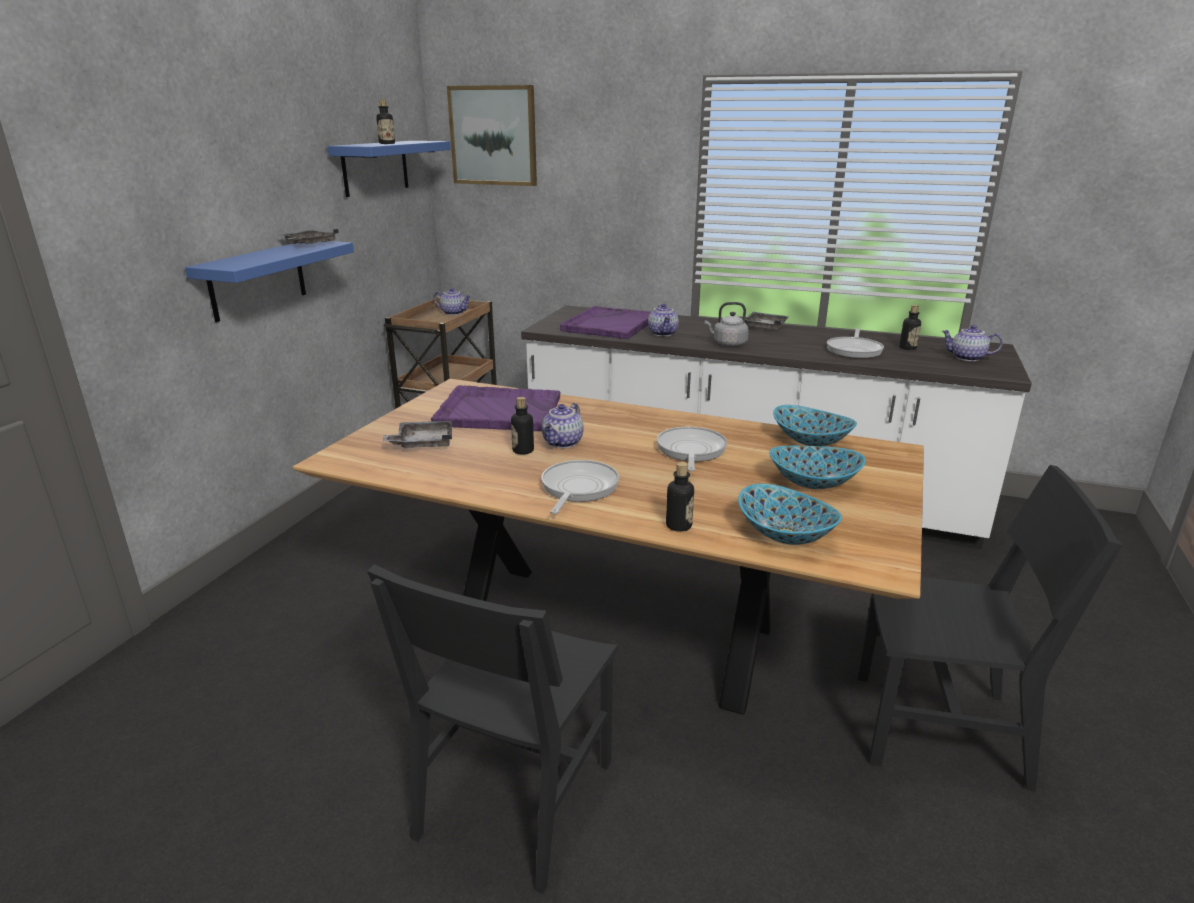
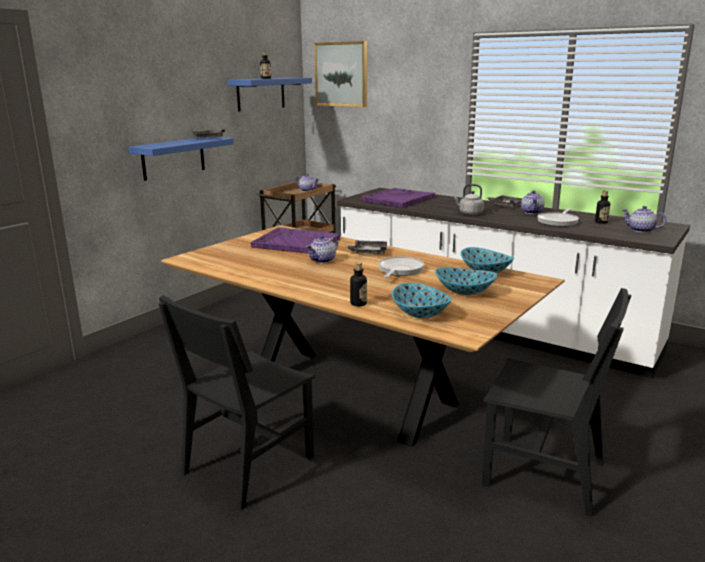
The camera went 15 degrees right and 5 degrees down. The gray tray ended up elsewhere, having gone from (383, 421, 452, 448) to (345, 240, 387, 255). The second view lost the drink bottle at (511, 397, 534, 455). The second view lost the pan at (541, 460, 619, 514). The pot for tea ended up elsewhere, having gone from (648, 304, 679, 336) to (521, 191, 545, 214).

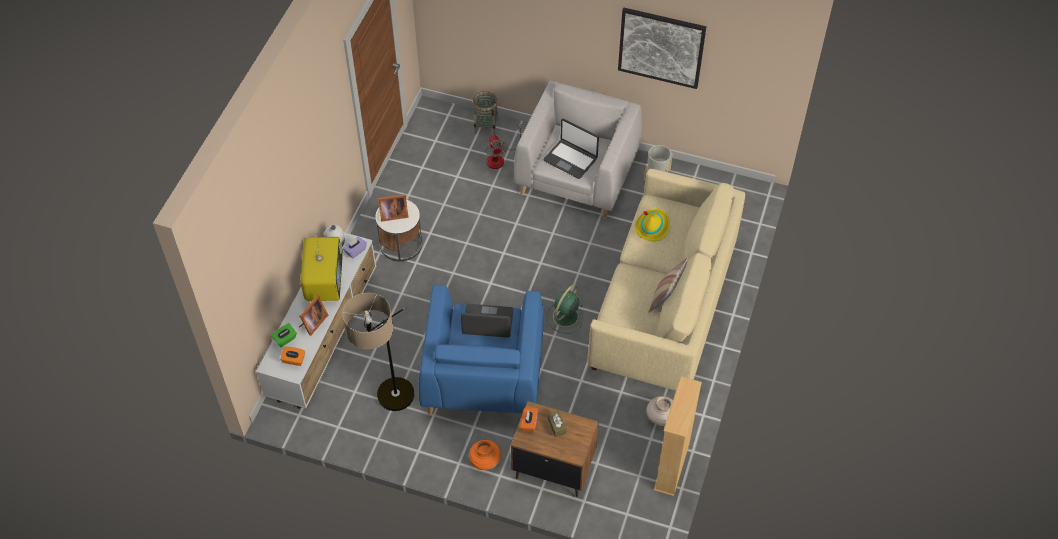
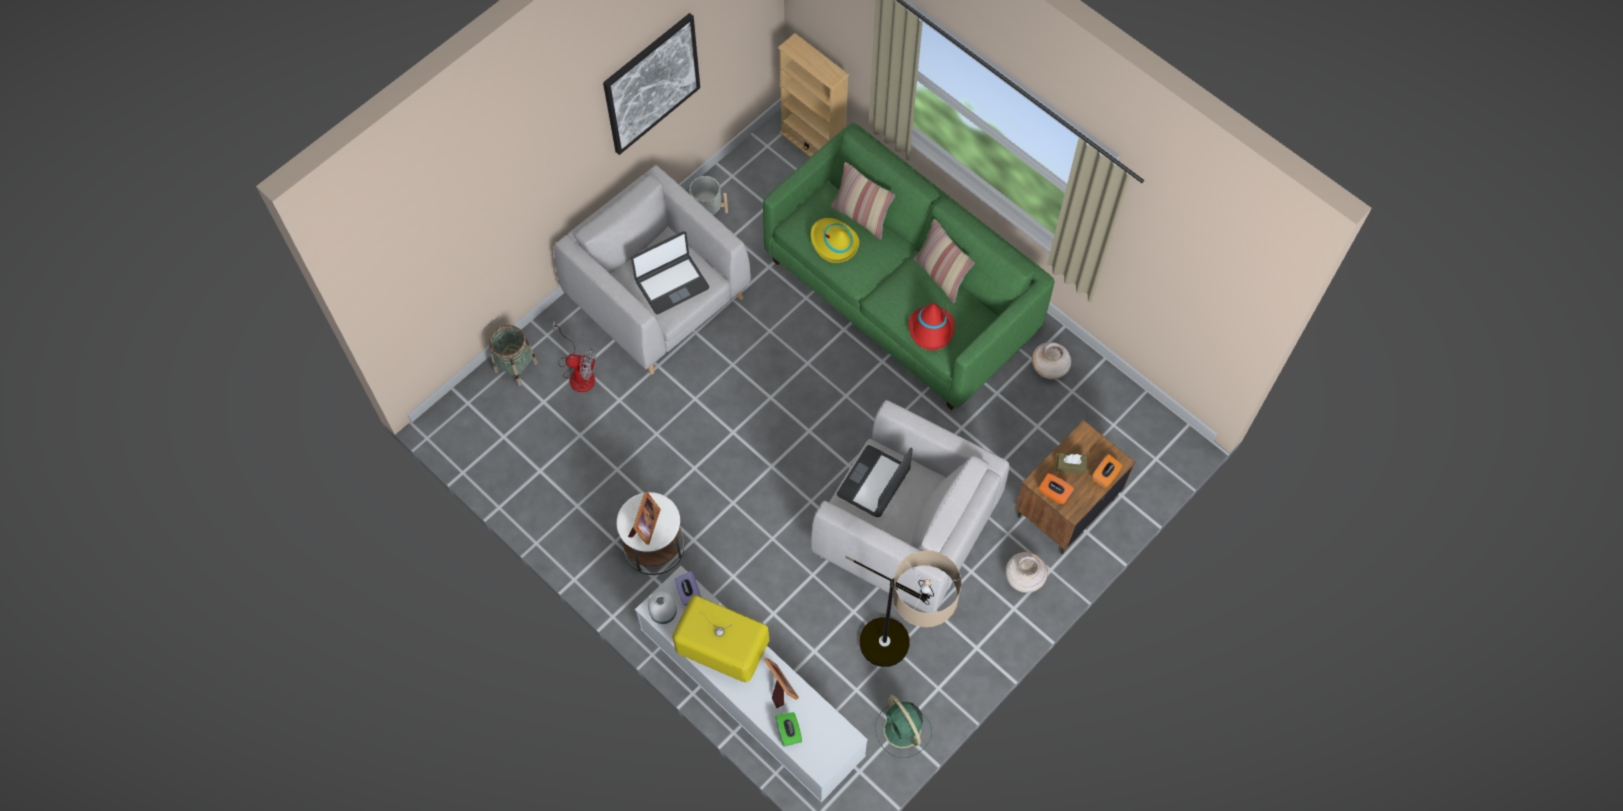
The camera went 65 degrees left and 10 degrees up. The orangey box of tissues ended up elsewhere, having gone from (280, 347, 305, 366) to (1092, 454, 1122, 488). What was the blue armchair at (418, 285, 544, 415) turned into the gray armchair at (811, 400, 1010, 613). What was the orangey vase at (469, 440, 501, 470) turned into the sand-coloured vase at (1005, 552, 1048, 593). The green electric fan ended up elsewhere, having gone from (546, 285, 583, 334) to (875, 695, 932, 758). What was the sand-coloured couch at (587, 169, 745, 391) turned into the green couch at (763, 123, 1054, 410). The sand-coloured shelving unit ended up elsewhere, having gone from (654, 376, 702, 496) to (778, 33, 849, 157). The second view gained the throw pillow at (832, 162, 895, 240). The second view gained the red-coloured hat at (909, 303, 955, 350).

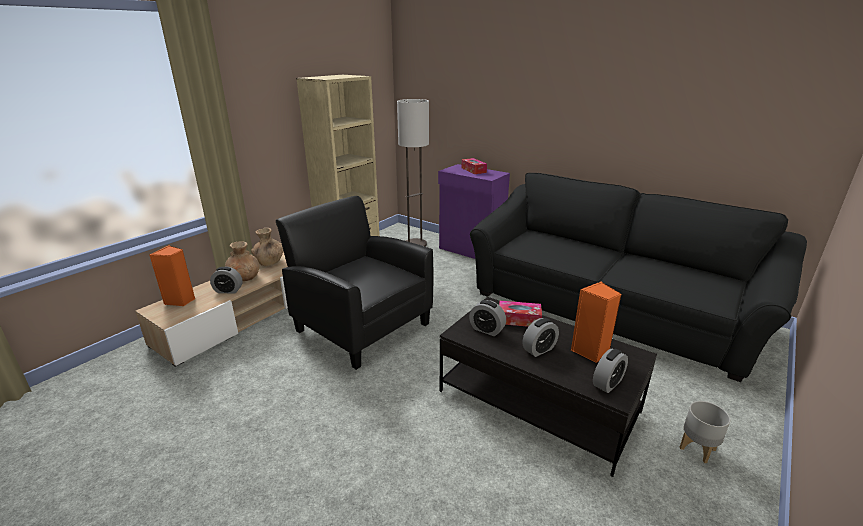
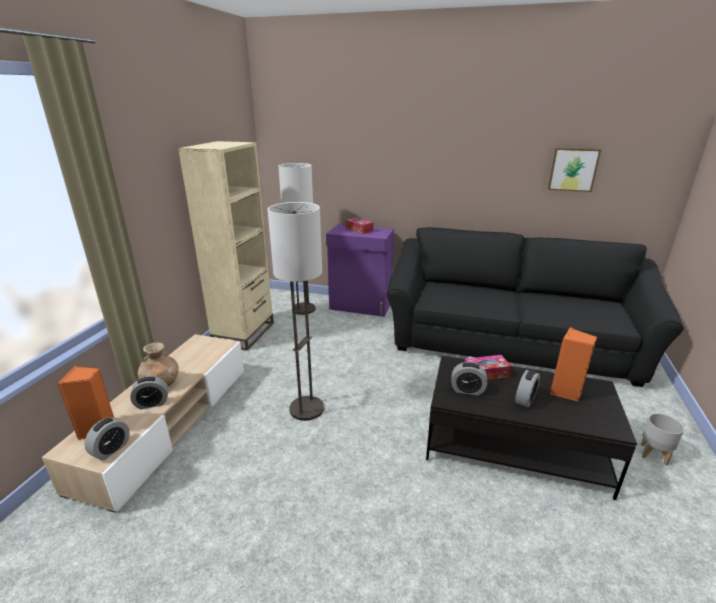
The camera went 20 degrees left and 0 degrees up. The second view lost the brown vase at (251, 228, 284, 266). Where the blackish armchair stood at (276, 196, 433, 370), the floor lamp came to stand at (268, 202, 324, 421). The alarm clock ended up elsewhere, having gone from (593, 349, 628, 393) to (84, 418, 130, 460). The second view gained the wall art at (548, 148, 601, 192).

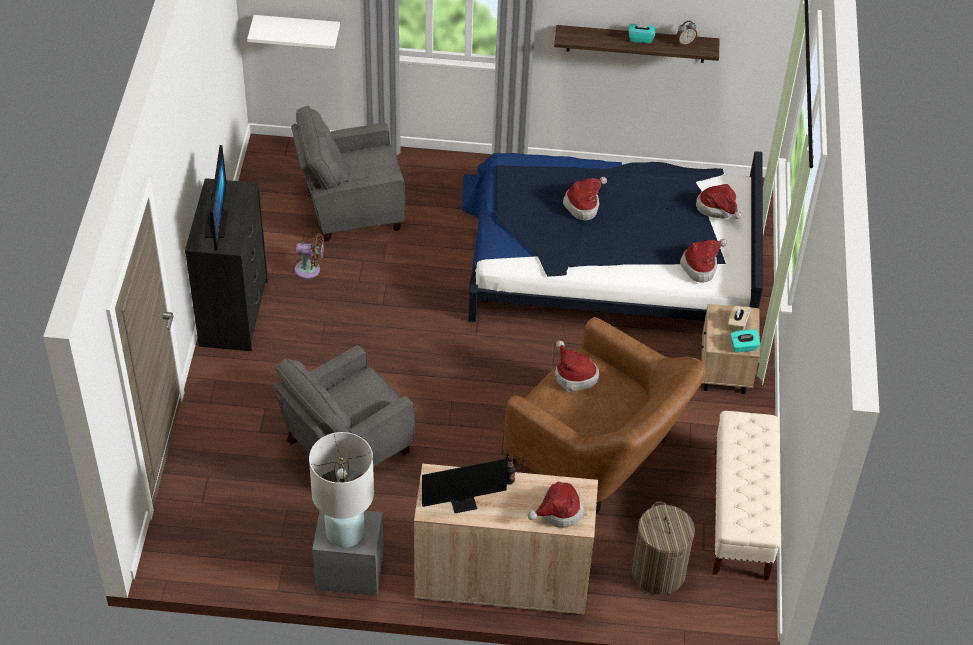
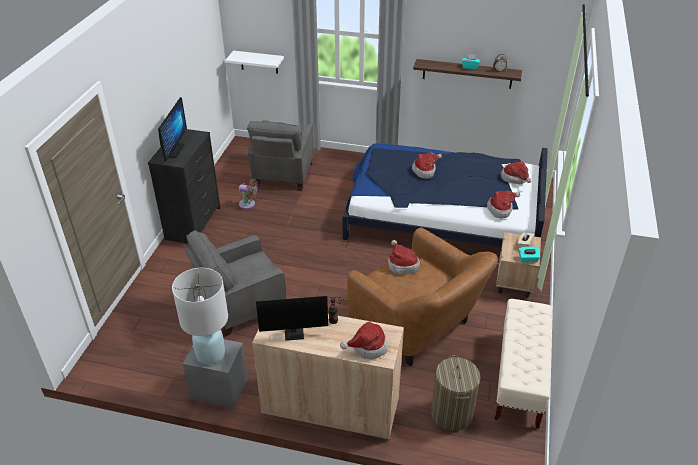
The camera went 10 degrees right and 10 degrees down. The gray armchair at (291, 106, 405, 242) ended up facing another way, 75 degrees counterclockwise from before.

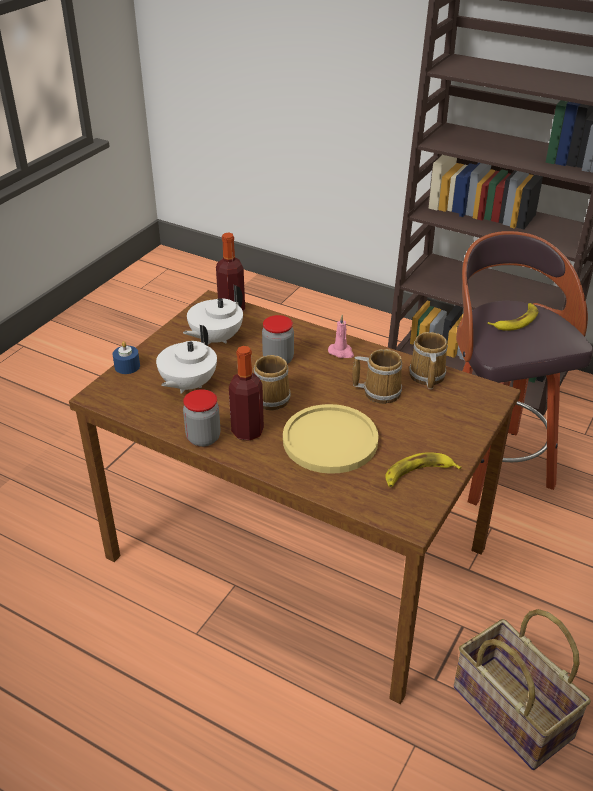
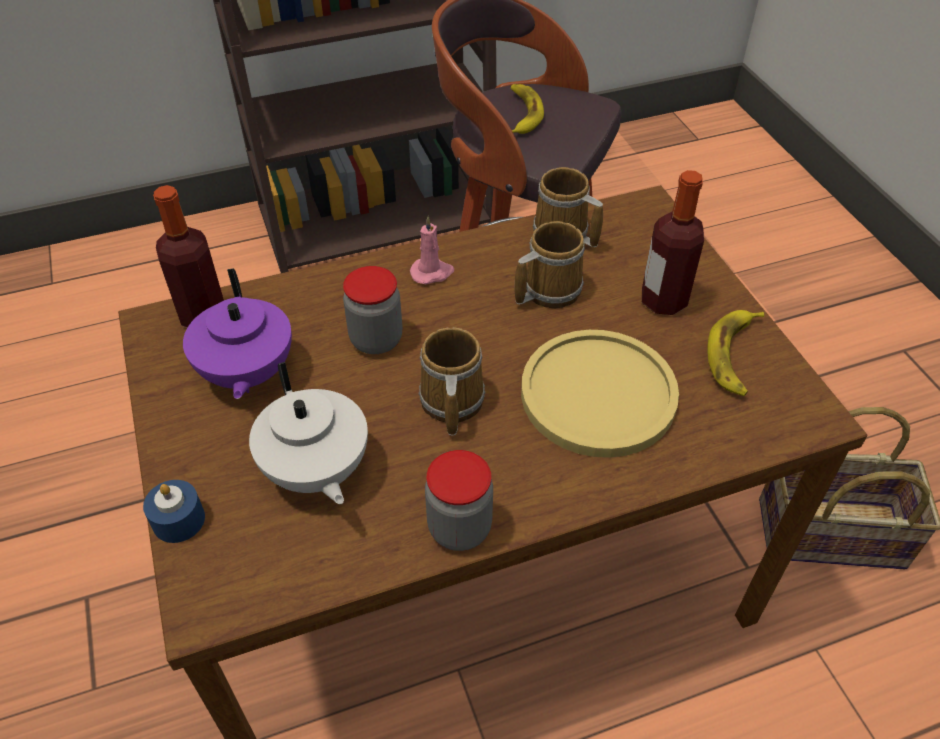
The camera went 50 degrees left and 10 degrees up. What was the whitish pot for tea at (183, 285, 243, 344) turned into the purple pot for tea at (183, 269, 292, 399). The drink bottle ended up elsewhere, having gone from (229, 346, 264, 441) to (642, 170, 704, 315).

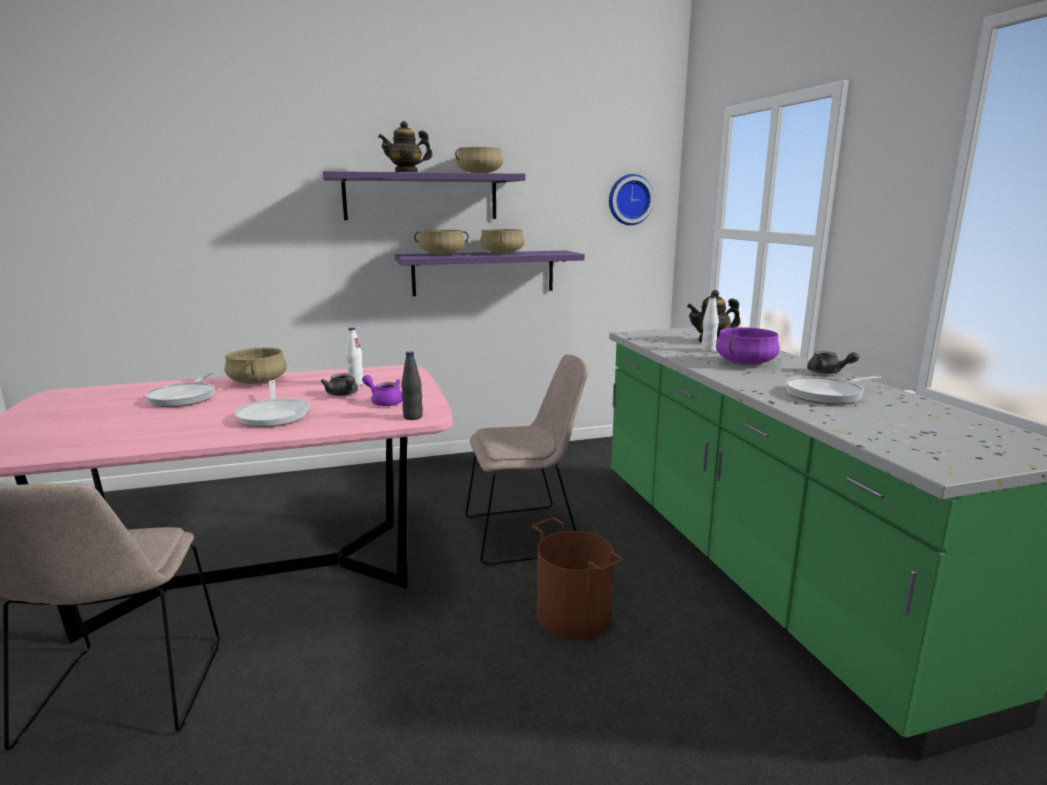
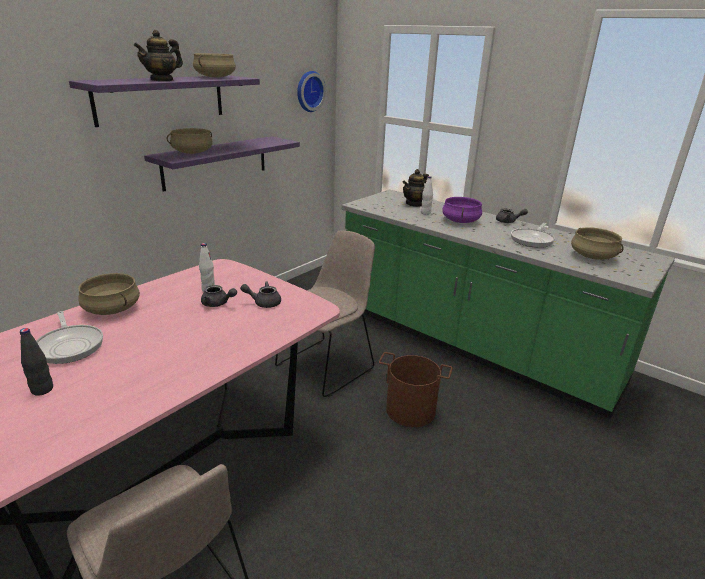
The camera went 35 degrees left and 10 degrees up. The second view lost the pan at (234, 380, 310, 427). What was the purple pot for tea at (362, 375, 403, 406) turned into the gray pot for tea at (240, 282, 281, 308). The blackish drink bottle ended up elsewhere, having gone from (401, 351, 423, 420) to (20, 328, 53, 396). The sand-coloured stockpot ended up elsewhere, having gone from (480, 229, 524, 254) to (571, 227, 624, 260).

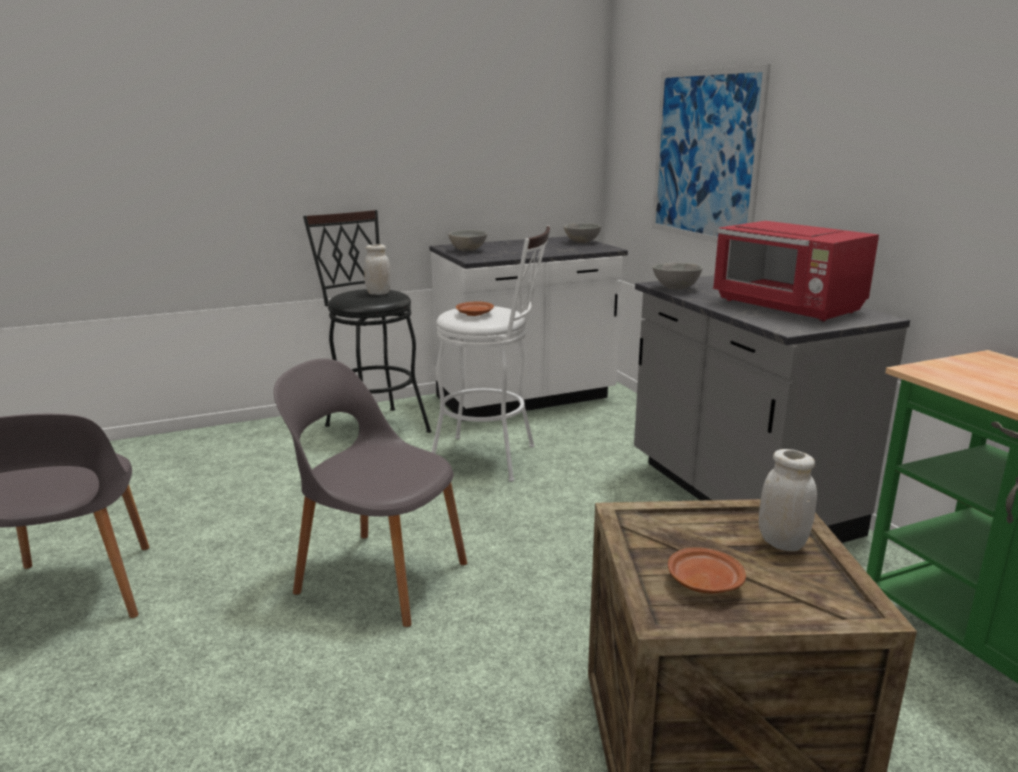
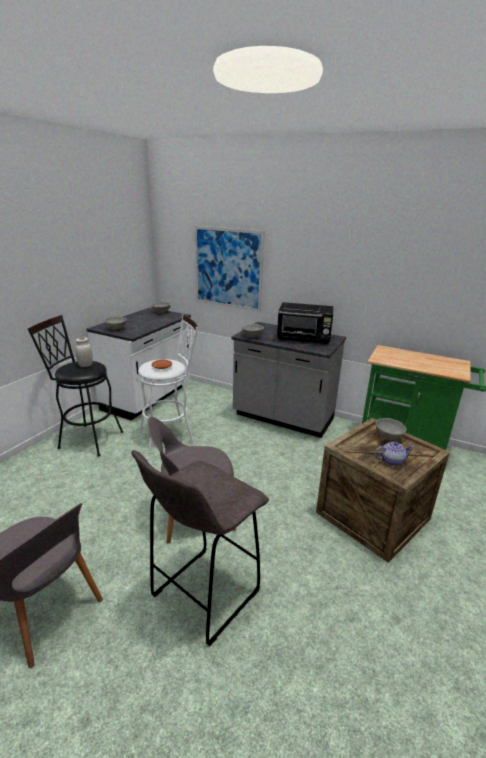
The camera went 40 degrees left and 5 degrees up. Where the brown flat dish stood at (668, 547, 746, 594), the pot for tea came to stand at (375, 442, 414, 466). What was the red-coloured microwave at (713, 221, 879, 321) turned into the blackish microwave at (277, 302, 334, 344). Where the whitish storage jar stood at (759, 449, 817, 551), the gray serving bowl came to stand at (376, 418, 407, 440). The second view gained the gray stool seat at (131, 450, 269, 647).

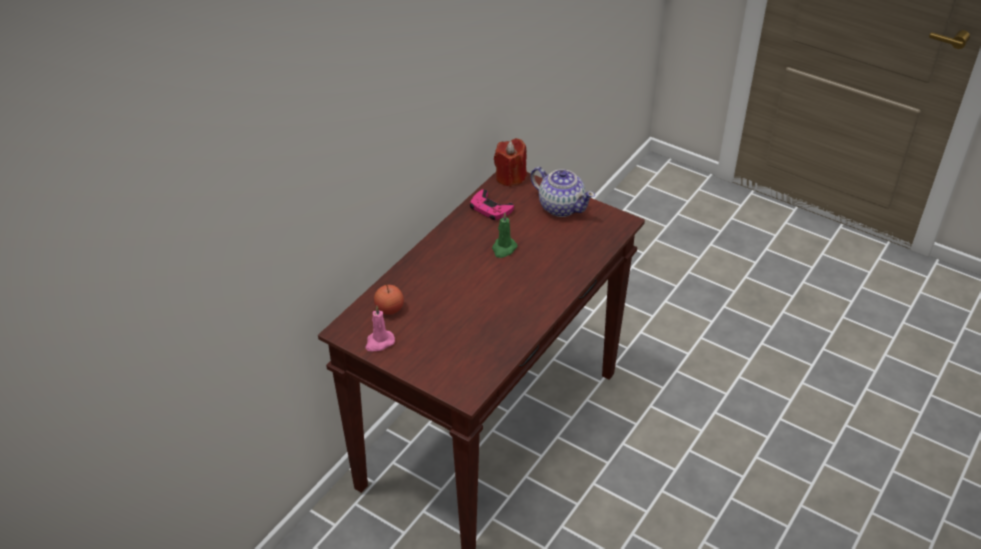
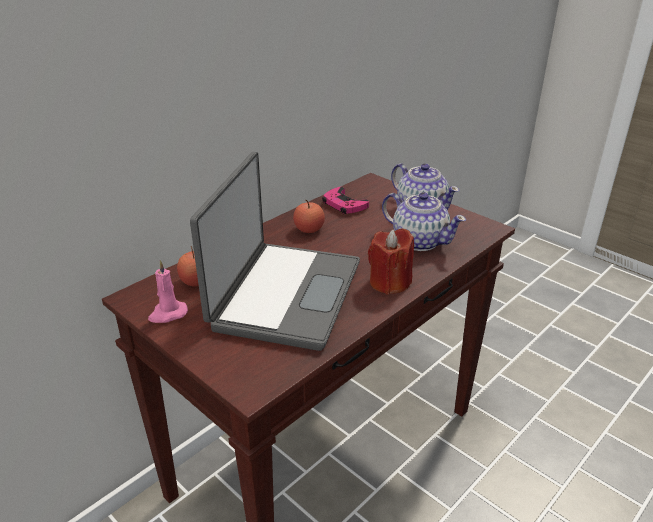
The camera went 10 degrees right and 10 degrees down. The second view lost the green wax candle at (492, 213, 518, 258). The red-coloured wax candle ended up elsewhere, having gone from (494, 138, 527, 187) to (368, 228, 414, 295). The second view gained the portable computer at (190, 152, 360, 351). The second view gained the apple fruit at (293, 200, 325, 233). The second view gained the pot for tea at (382, 192, 466, 251).

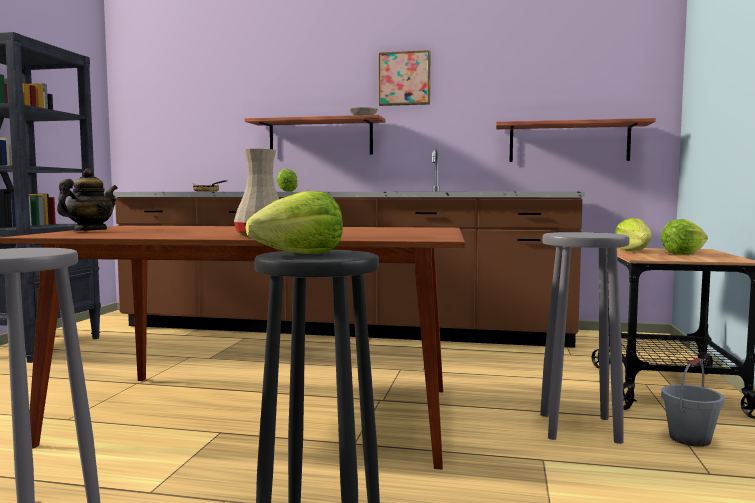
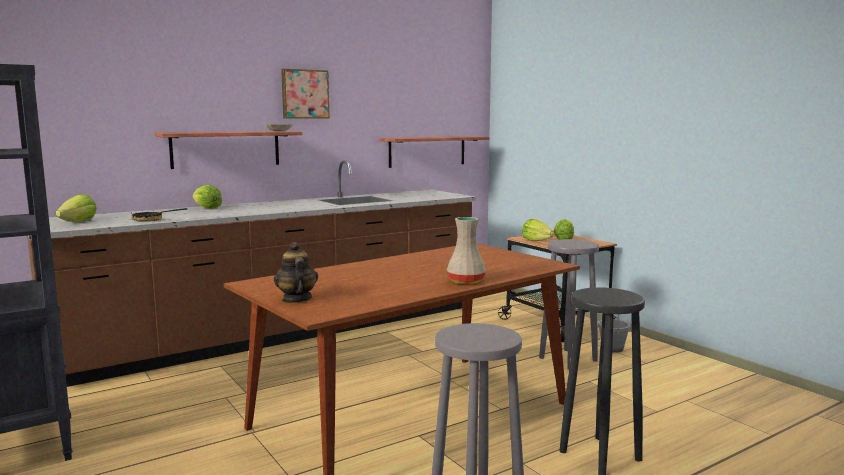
The camera went 45 degrees left and 5 degrees up. The head of lettuce ended up elsewhere, having gone from (245, 191, 343, 254) to (56, 194, 97, 222).

